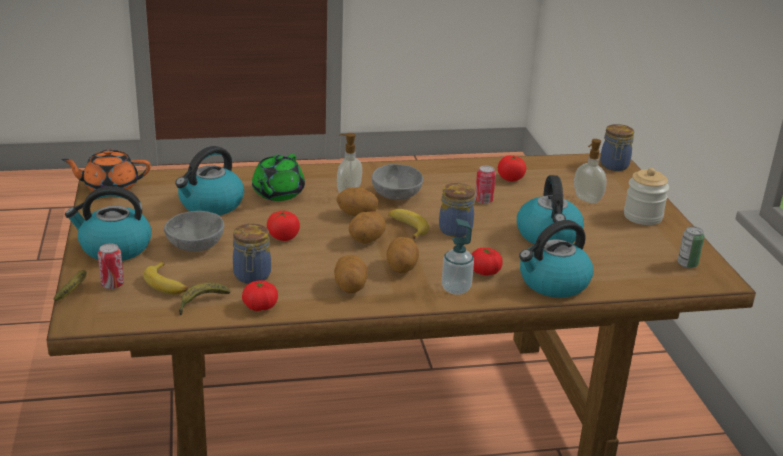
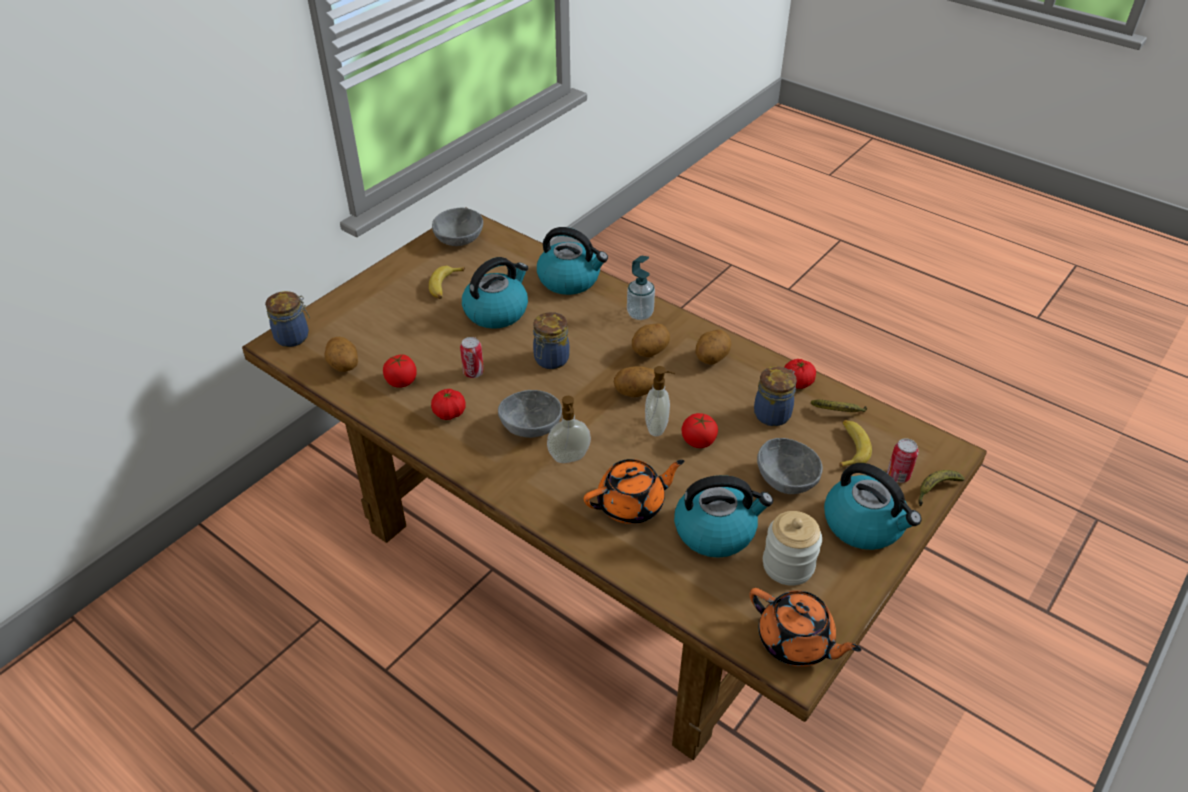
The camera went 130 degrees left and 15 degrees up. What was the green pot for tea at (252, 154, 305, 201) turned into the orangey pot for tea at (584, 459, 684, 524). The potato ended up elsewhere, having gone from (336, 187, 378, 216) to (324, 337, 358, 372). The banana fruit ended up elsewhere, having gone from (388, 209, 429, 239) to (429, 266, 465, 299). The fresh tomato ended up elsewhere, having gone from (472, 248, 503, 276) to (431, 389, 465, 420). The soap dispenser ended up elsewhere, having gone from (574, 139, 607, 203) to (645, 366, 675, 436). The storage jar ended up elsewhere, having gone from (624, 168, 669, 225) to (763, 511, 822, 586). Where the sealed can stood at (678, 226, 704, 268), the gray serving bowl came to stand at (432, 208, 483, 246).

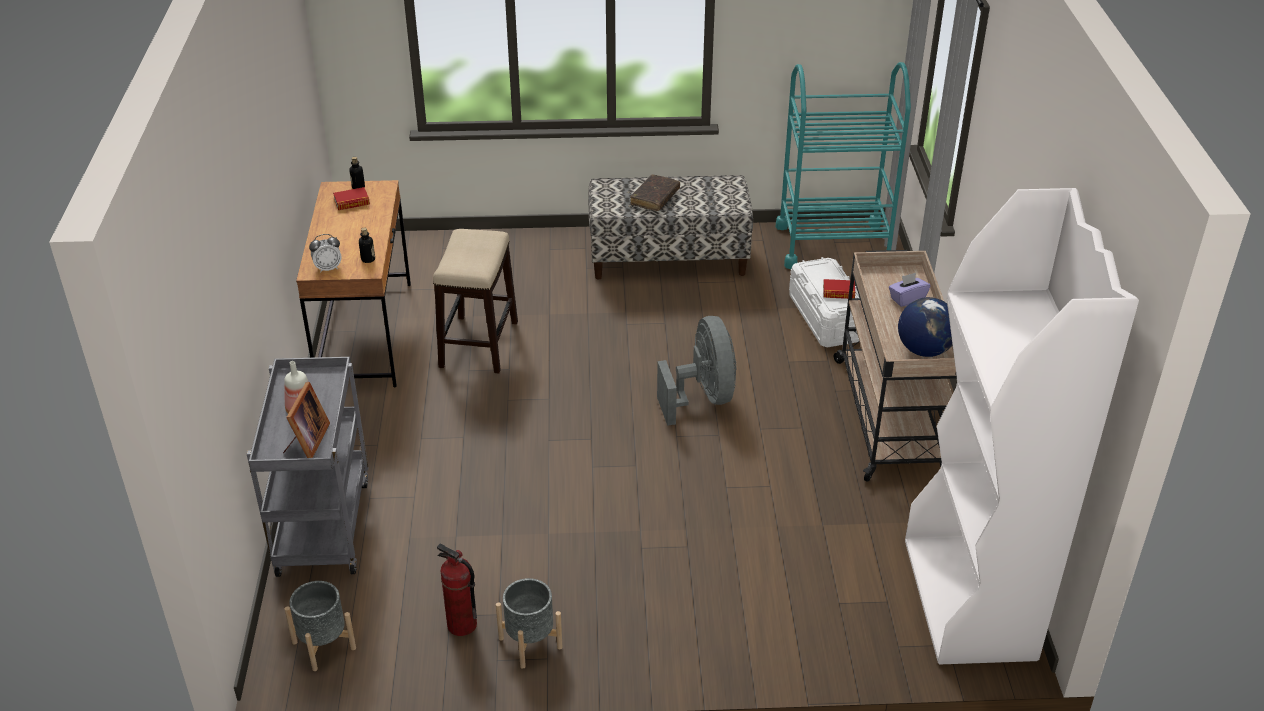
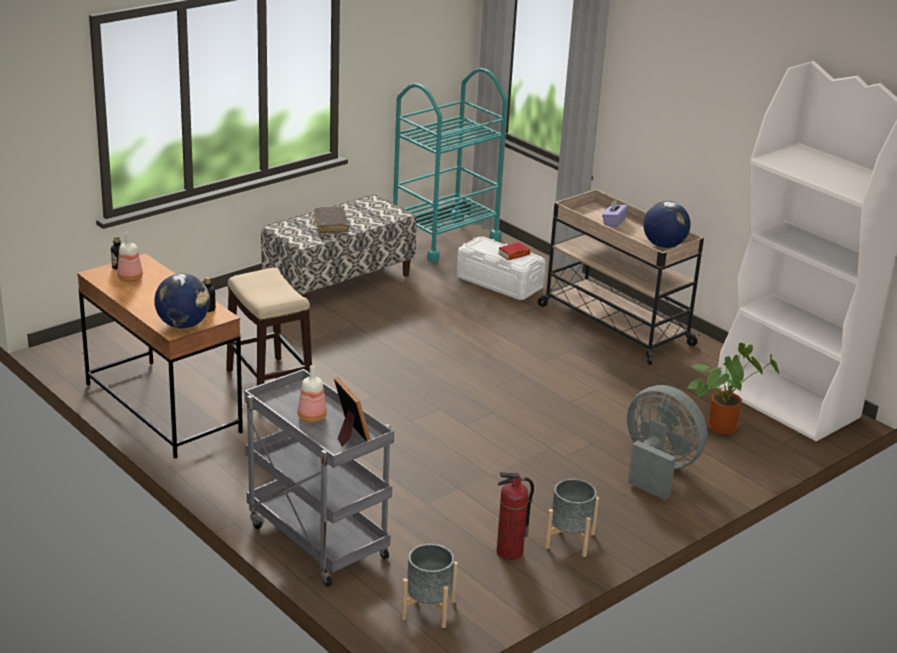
The camera went 40 degrees left and 10 degrees down. Where the alarm clock stood at (309, 234, 341, 273), the globe came to stand at (154, 274, 210, 329). Where the bound book stood at (333, 187, 370, 210), the drink bottle came to stand at (117, 232, 143, 282). The gray electric fan ended up elsewhere, having gone from (657, 316, 737, 426) to (627, 385, 708, 500). The second view gained the potted plant at (688, 343, 779, 435).

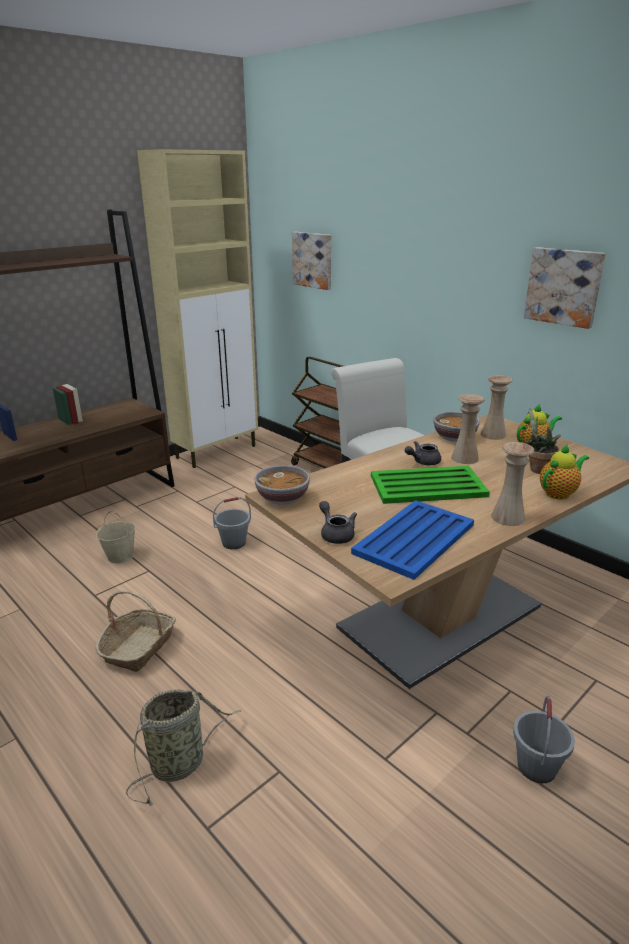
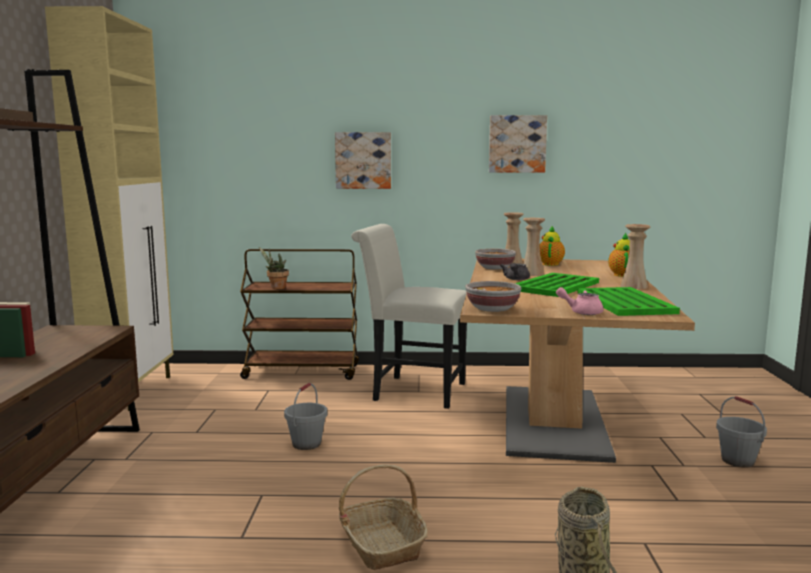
The camera went 45 degrees left and 15 degrees down. The second view lost the sand-coloured pail at (96, 511, 136, 564). The wall art ended up elsewhere, having gone from (292, 232, 331, 290) to (335, 132, 391, 189). What was the gray pot for tea at (319, 501, 357, 544) turned into the pink-coloured pot for tea at (556, 287, 603, 315). What was the blue tray at (351, 500, 474, 580) turned into the green tray at (577, 287, 680, 316). The potted plant ended up elsewhere, having gone from (524, 408, 561, 474) to (259, 247, 289, 289).

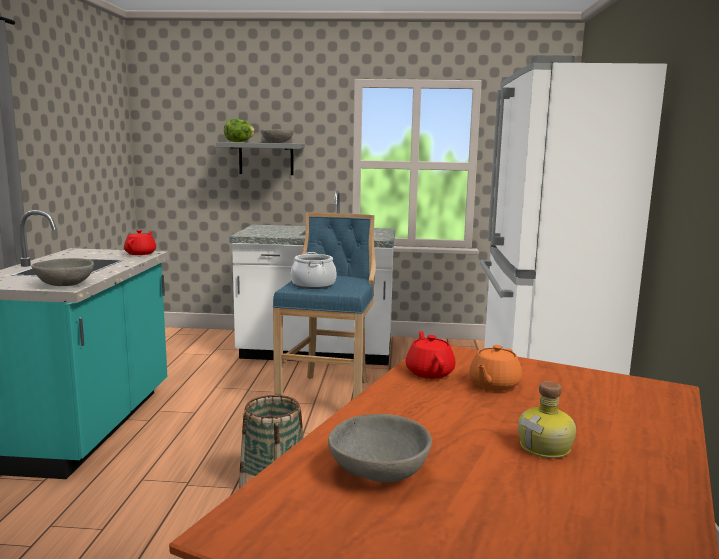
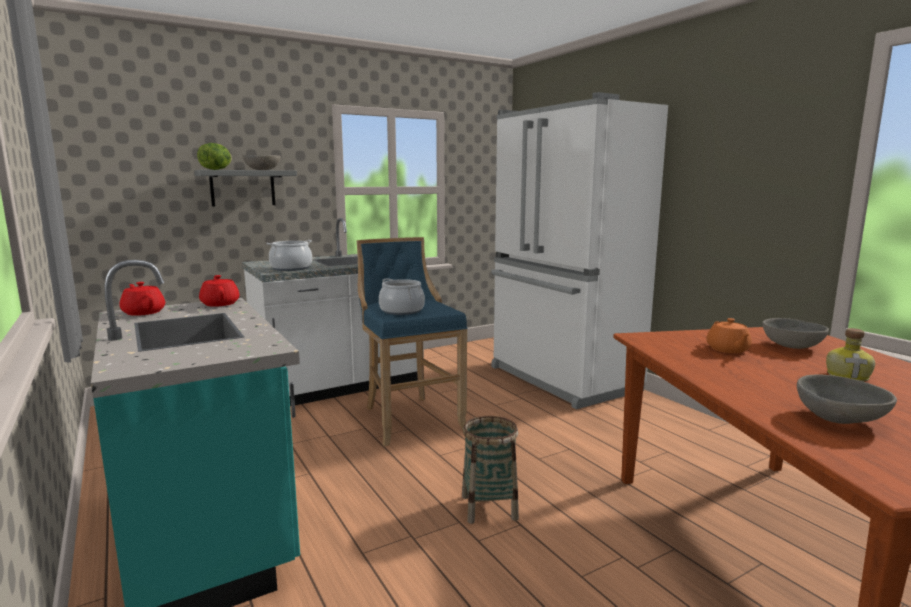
The camera went 35 degrees left and 0 degrees up. The gray serving bowl ended up elsewhere, having gone from (32, 258, 94, 286) to (762, 318, 829, 349). The red-coloured pot for tea ended up elsewhere, having gone from (406, 331, 456, 379) to (119, 282, 165, 316). The second view gained the stockpot at (266, 240, 312, 271).

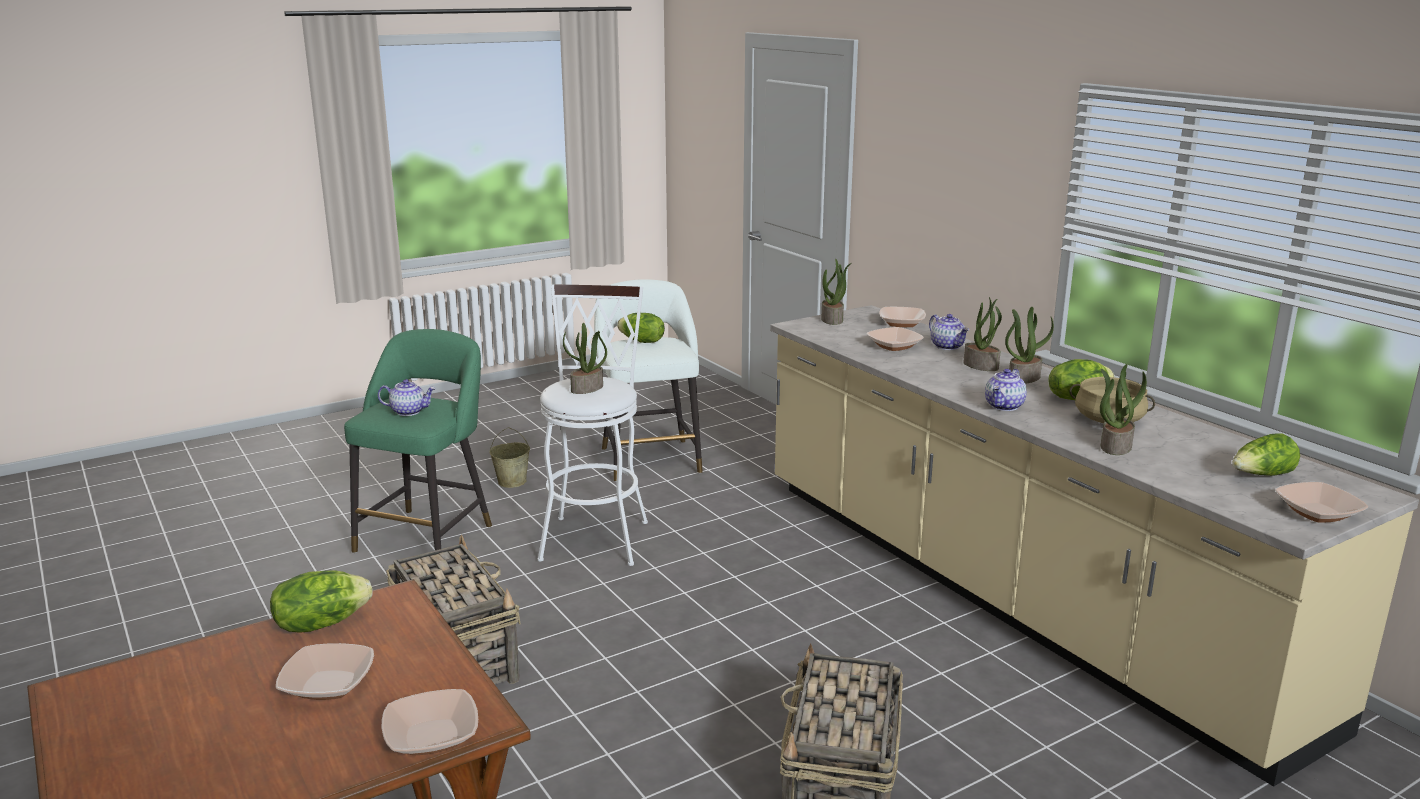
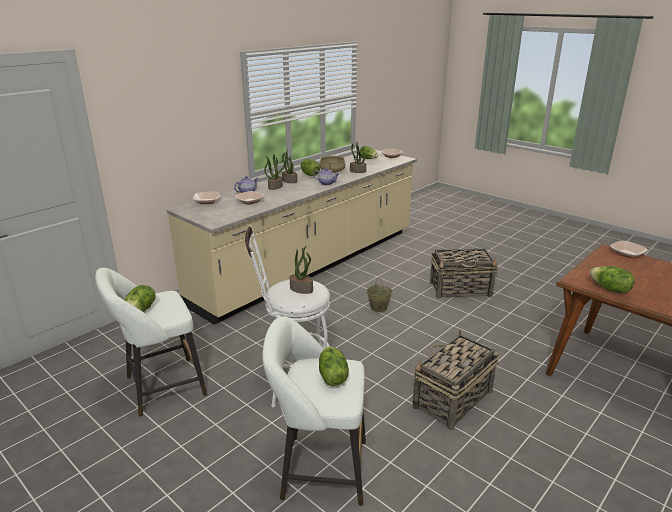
The camera went 105 degrees left and 5 degrees up. The second view lost the serving bowl at (276, 643, 374, 700). What was the green stool seat at (344, 329, 492, 553) turned into the whitish stool seat at (262, 316, 366, 506). Where the pot for tea stood at (378, 379, 436, 416), the head of lettuce came to stand at (319, 346, 349, 386). The sand-coloured pail ended up elsewhere, having gone from (489, 427, 530, 488) to (367, 278, 393, 312). The second view lost the potted plant at (821, 259, 851, 325).

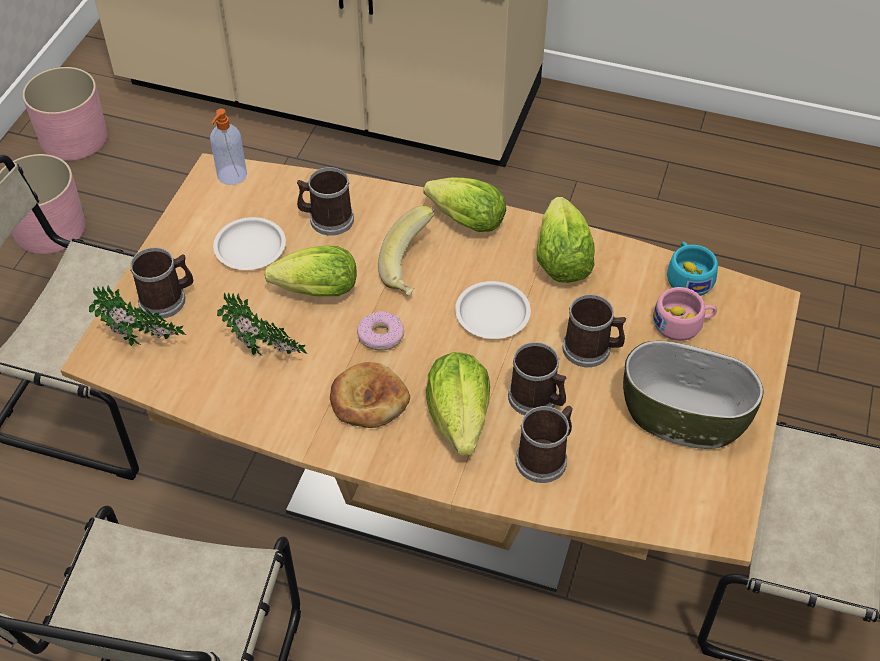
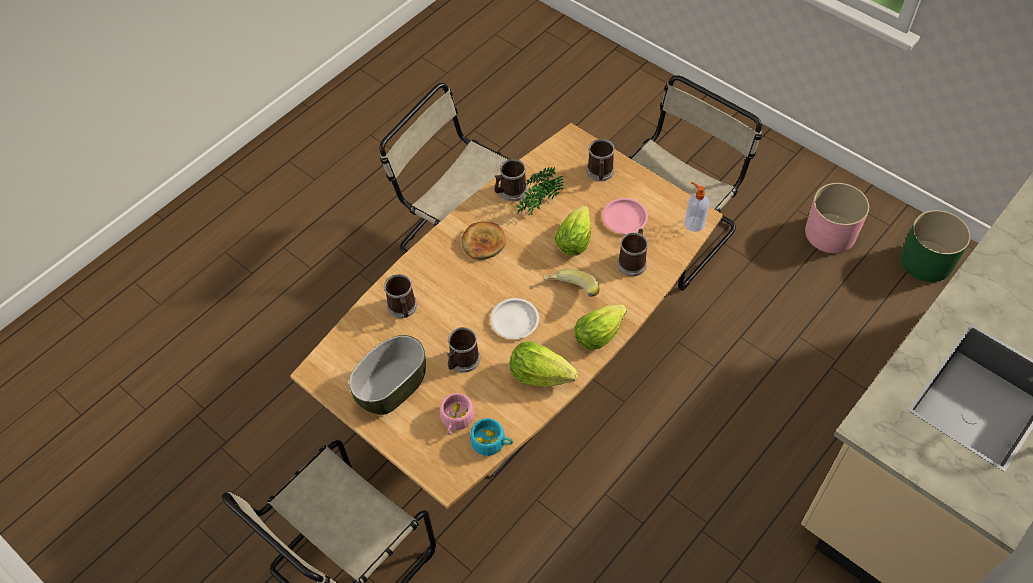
The camera went 115 degrees right and 5 degrees up. What was the pink-coloured flower pot at (22, 67, 107, 161) turned into the green flower pot at (900, 210, 971, 282). The second view lost the potted plant at (89, 285, 186, 346). What was the whitish flat dish at (213, 217, 286, 270) turned into the pink-coloured flat dish at (602, 198, 648, 234). The second view lost the ring doughnut at (357, 311, 404, 351). The second view lost the head of lettuce at (426, 352, 490, 456). The tea mug ended up elsewhere, having gone from (508, 342, 567, 415) to (494, 159, 528, 201).

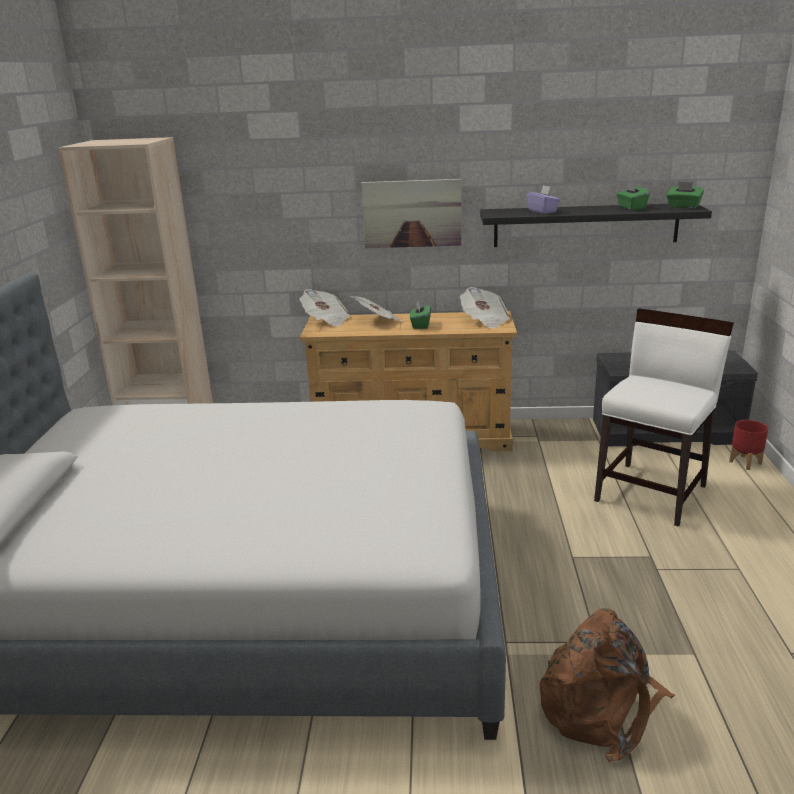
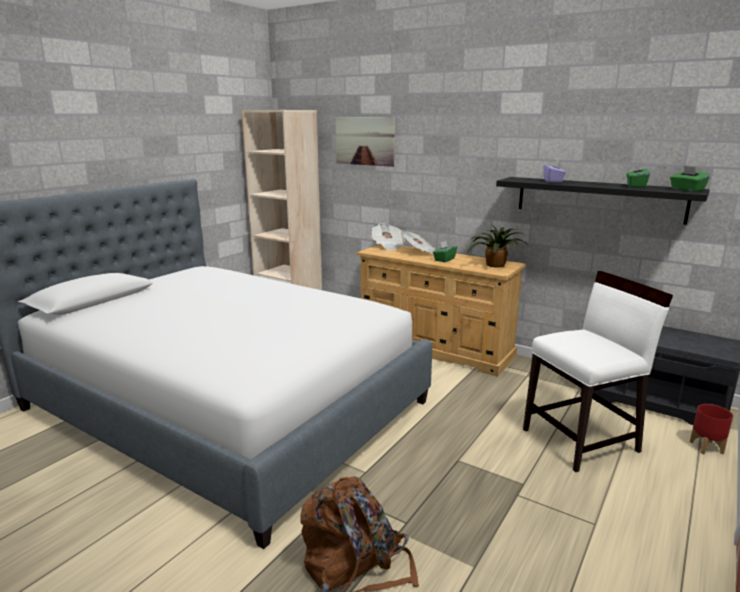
The camera went 30 degrees right and 5 degrees down. The wall art ended up elsewhere, having gone from (362, 179, 461, 248) to (335, 117, 395, 167). Where the printed paper stood at (460, 287, 510, 329), the potted plant came to stand at (467, 225, 528, 268).

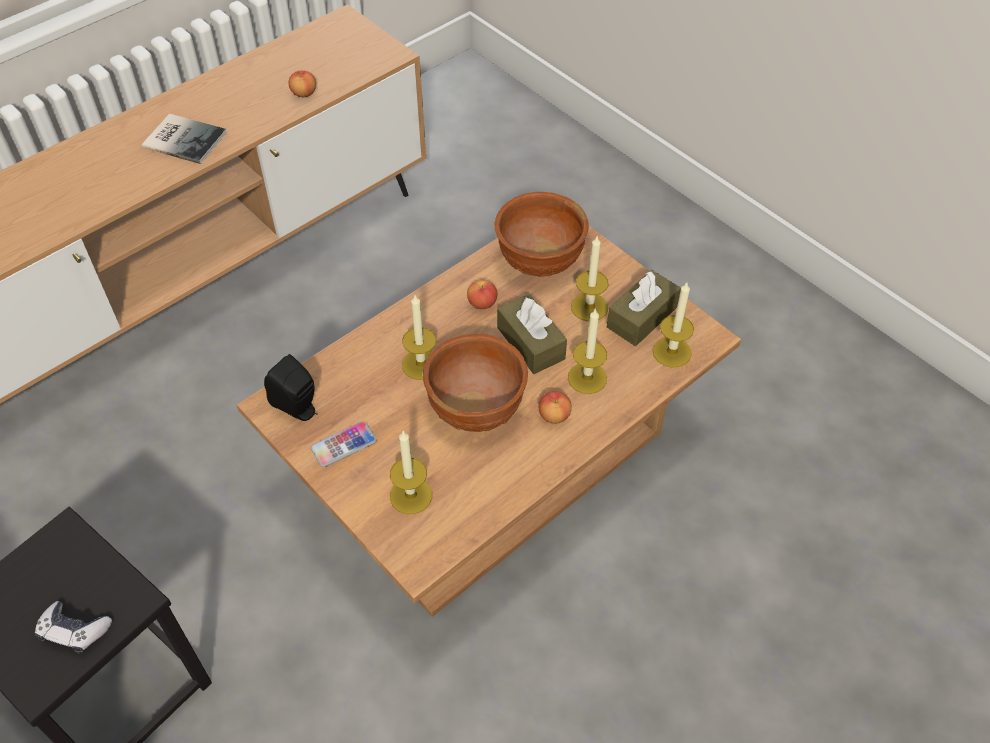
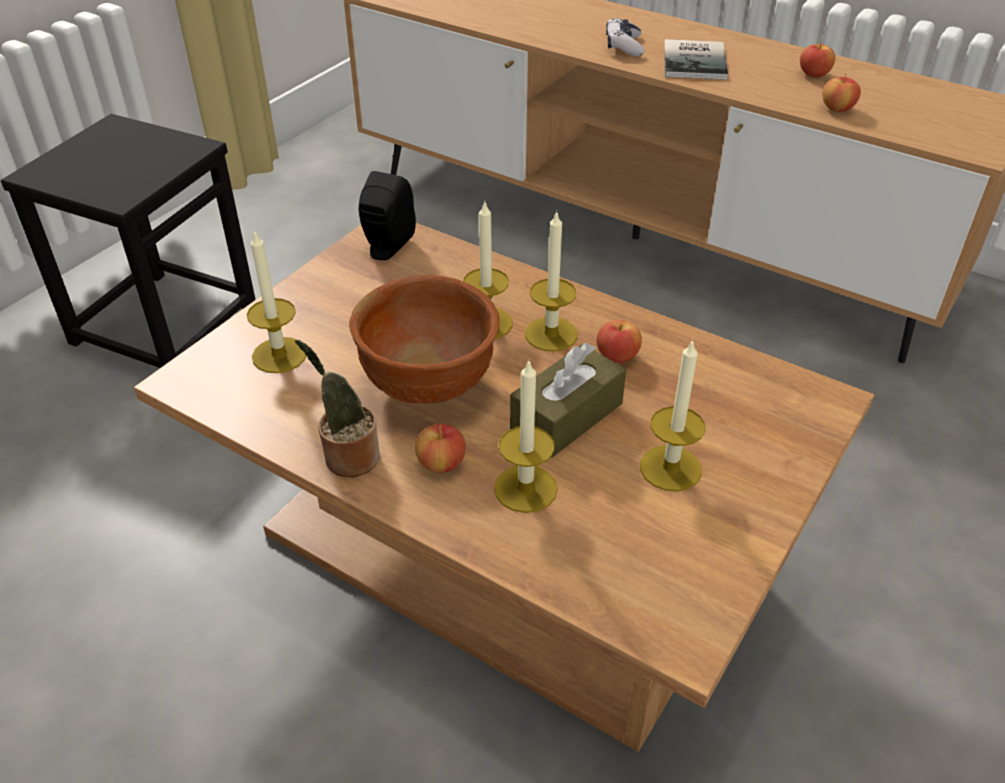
The camera went 75 degrees right and 10 degrees down. The joypad ended up elsewhere, having gone from (35, 601, 112, 654) to (606, 18, 644, 56). The second view lost the handset at (311, 421, 377, 467). The second view lost the brown serving bowl at (495, 192, 588, 277). The second view lost the brown box of tissues at (607, 270, 681, 346). The wax candle ended up elsewhere, having gone from (653, 283, 694, 367) to (525, 210, 578, 352). The second view gained the potted plant at (295, 340, 380, 477). The second view gained the apple fruit at (800, 43, 836, 77).

